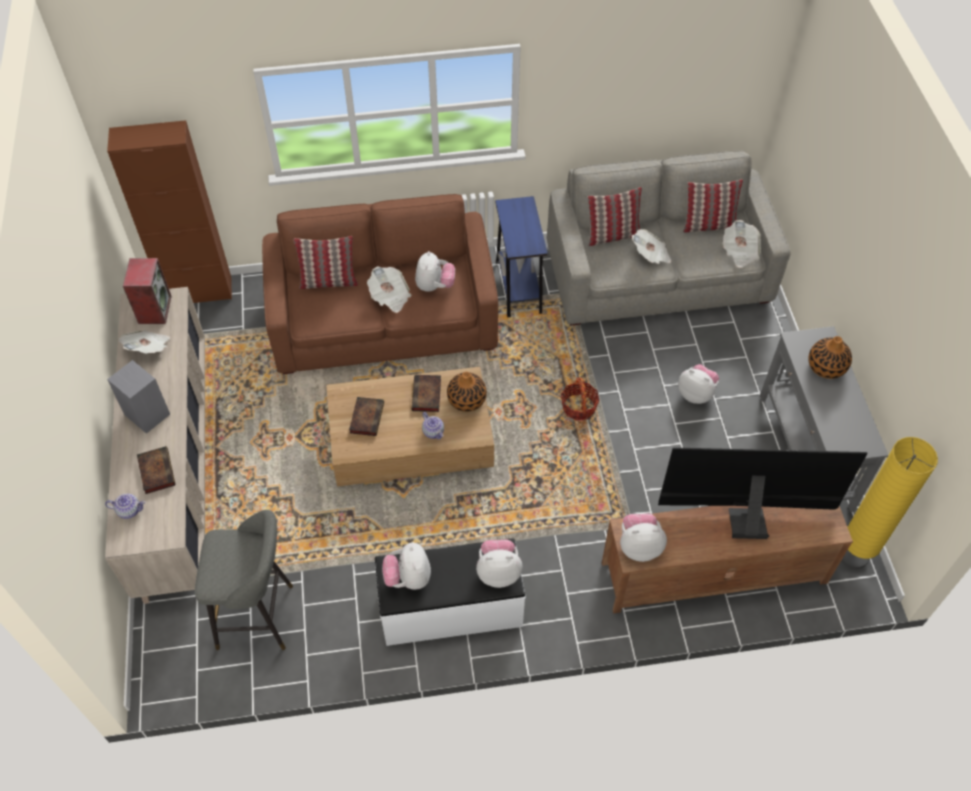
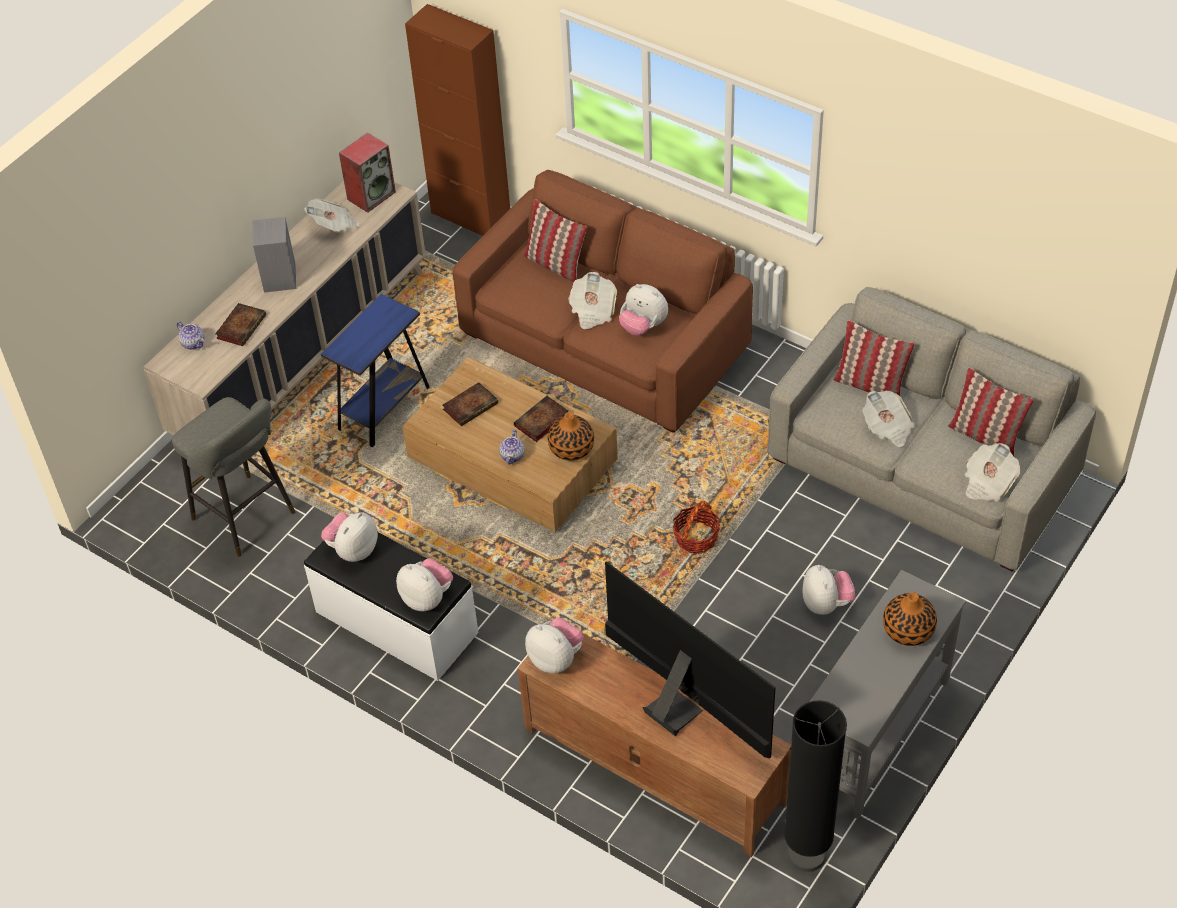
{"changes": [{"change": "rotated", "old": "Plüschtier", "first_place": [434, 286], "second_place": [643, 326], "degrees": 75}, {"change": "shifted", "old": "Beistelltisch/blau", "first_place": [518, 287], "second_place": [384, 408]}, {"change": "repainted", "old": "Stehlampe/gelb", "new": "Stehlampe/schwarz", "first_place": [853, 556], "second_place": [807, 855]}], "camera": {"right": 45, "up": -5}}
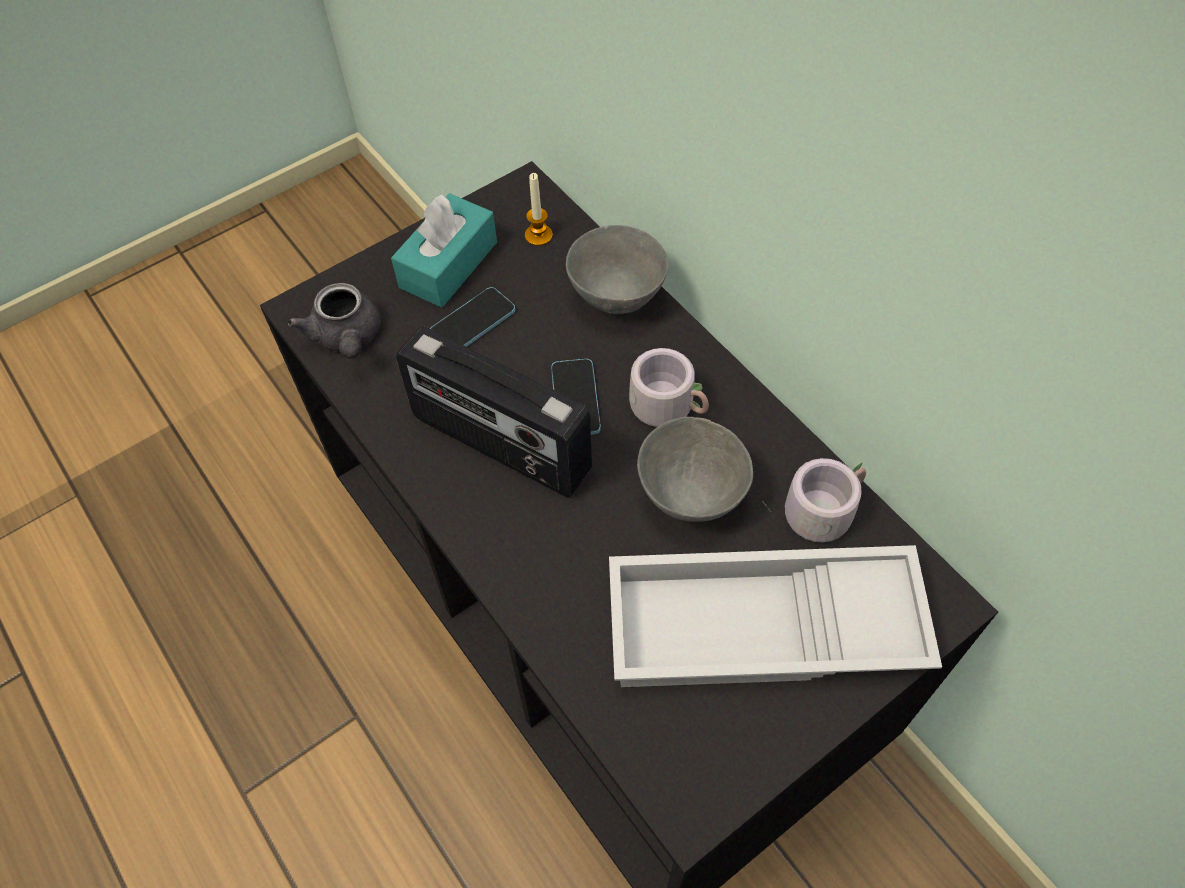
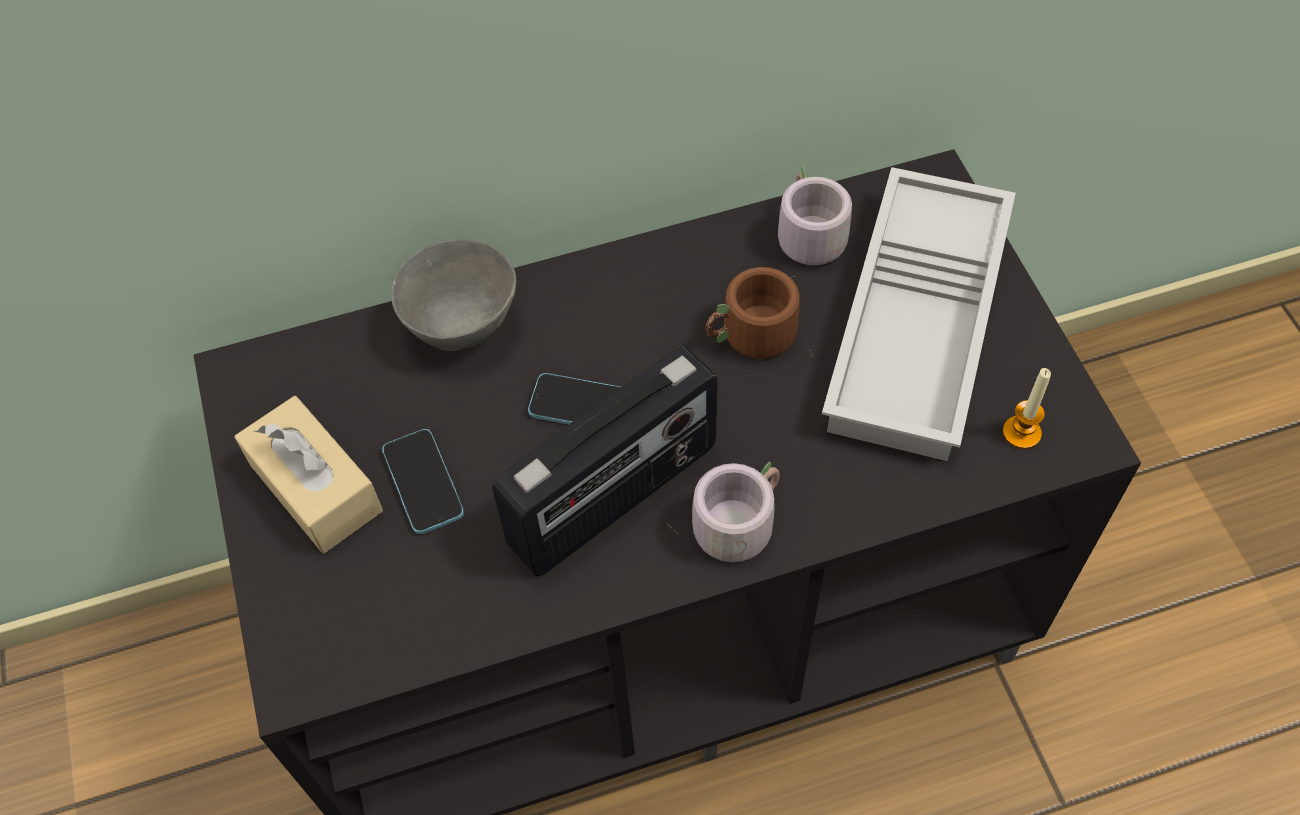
{"changes": [{"change": "gone", "old": "Teekanne/grau", "first_place": [347, 338]}, {"change": "repainted", "old": "Taschentuchbox/türkis", "new": "Taschentuchbox/beige", "first_place": [448, 264], "second_place": [316, 488]}, {"change": "shifted", "old": "Kerze", "first_place": [538, 235], "second_place": [1021, 433]}, {"change": "shifted", "old": "Henkelbecher/grau", "first_place": [669, 404], "second_place": [736, 520]}, {"change": "swapped", "old": "Schüssel/grau", "new": "Henkelbecher/braun", "first_place": [689, 497], "second_place": [752, 338]}], "camera": {"right": -70, "up": 0}}
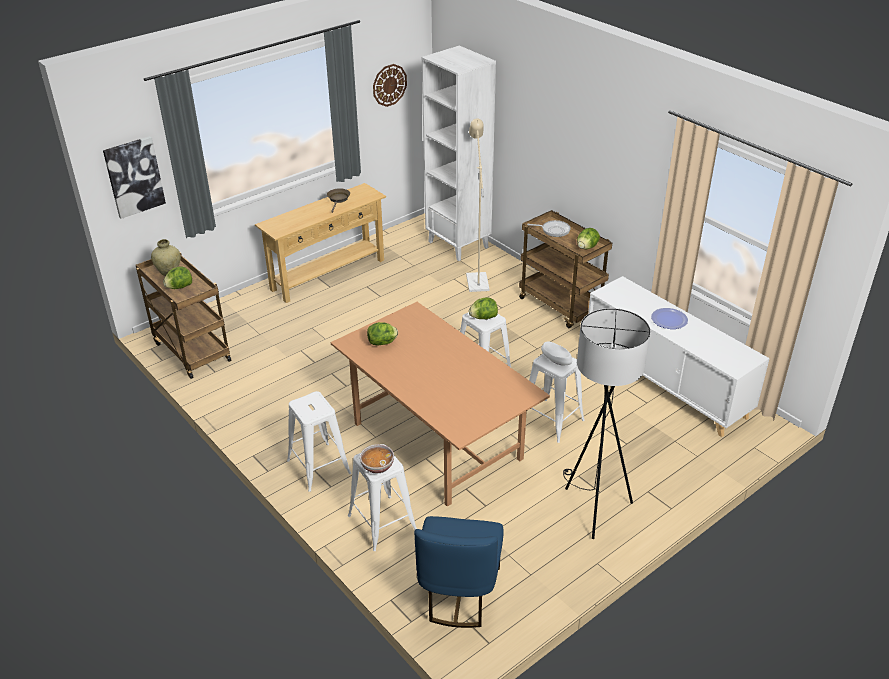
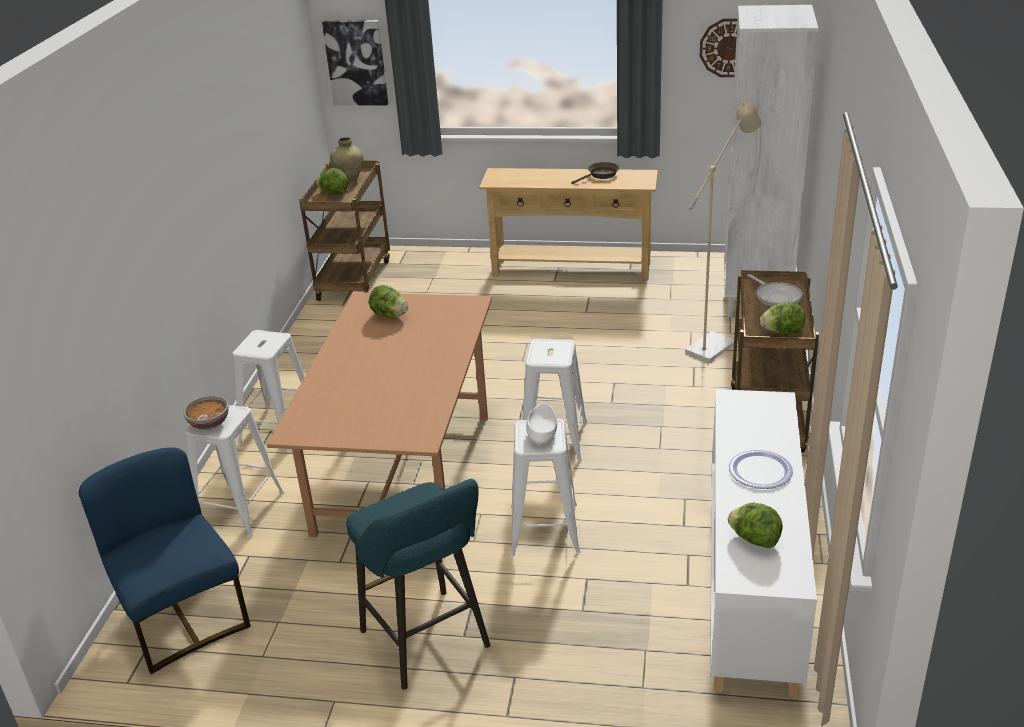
{"changes": [{"change": "rotated", "old": "Stuhl/blau", "first_place": [459, 593], "second_place": [183, 619], "degrees": 90}, {"change": "shifted", "old": "Salatkopf", "first_place": [483, 318], "second_place": [754, 540]}, {"change": "swapped", "old": "Stehlampe/schwarz", "new": "Hocker/türkis", "first_place": [591, 507], "second_place": [428, 643]}], "camera": {"right": 50, "up": -5}}
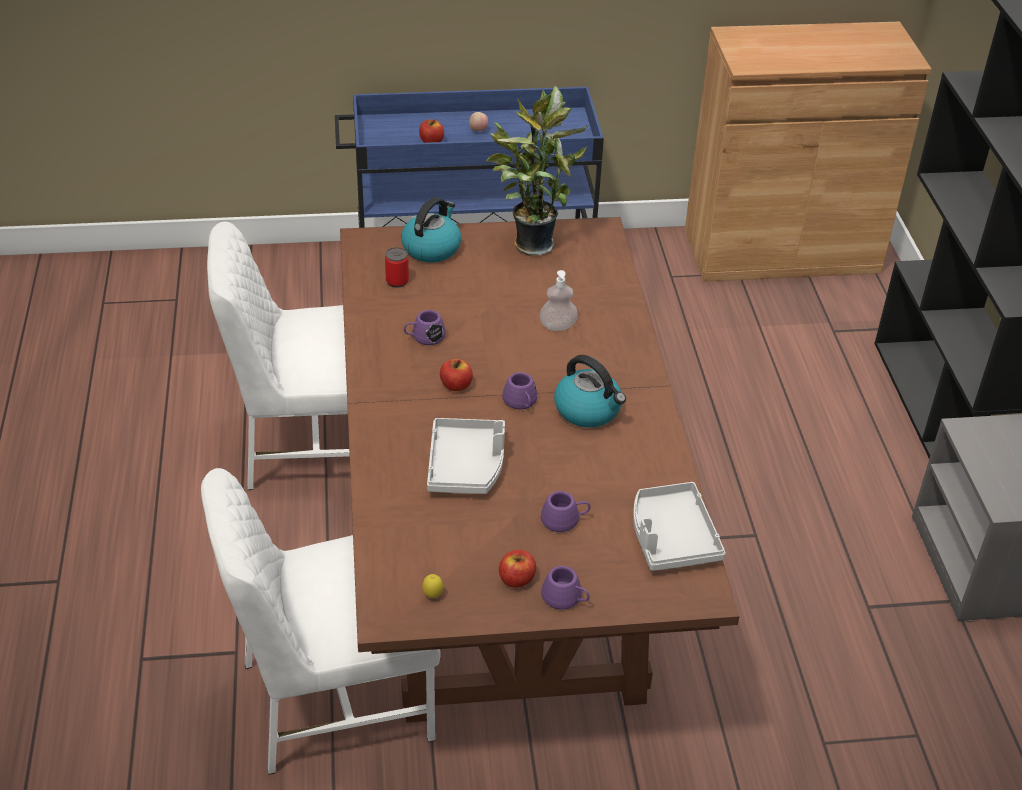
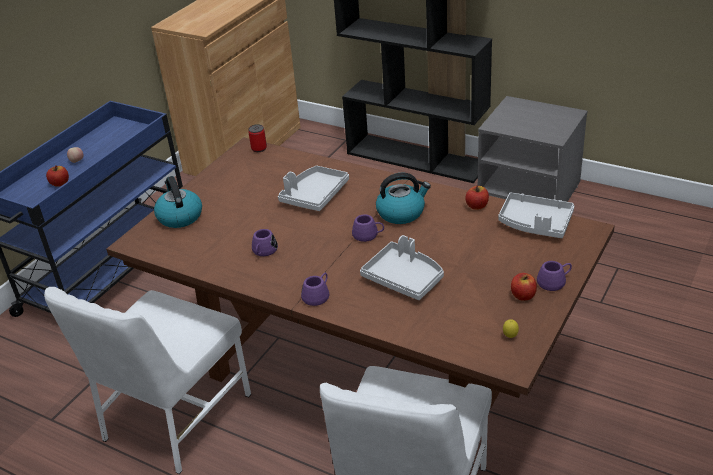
{"changes": [{"change": "shifted", "old": "Dose", "first_place": [397, 281], "second_place": [259, 148]}, {"change": "shifted", "old": "Apfel", "first_place": [456, 385], "second_place": [477, 206]}, {"change": "gone", "old": "Topfpflanze", "first_place": [531, 243]}, {"change": "swapped", "old": "Seifenspender", "new": "Tablett/grau", "first_place": [558, 326], "second_place": [314, 195]}, {"change": "shifted", "old": "Henkelbecher/lila", "first_place": [564, 520], "second_place": [318, 295]}], "camera": {"right": -50, "up": -5}}
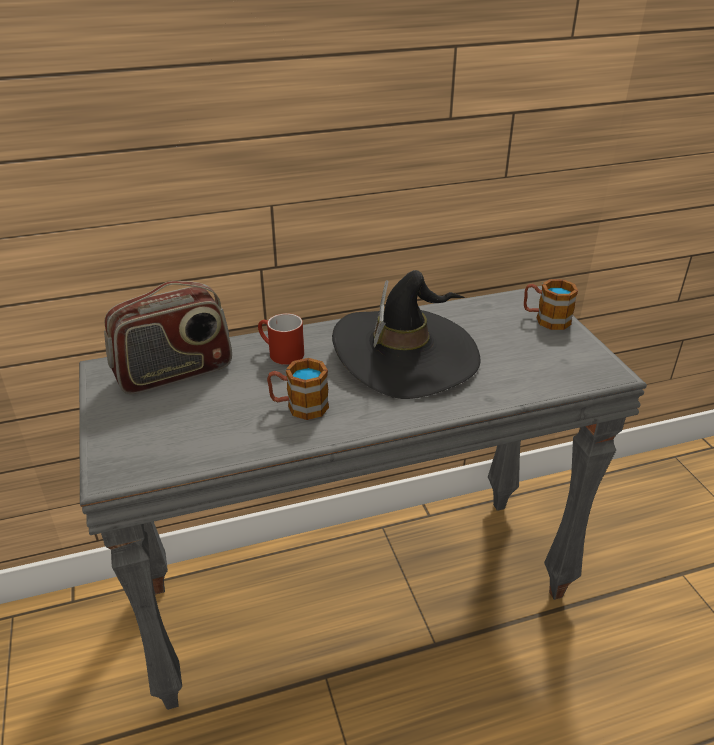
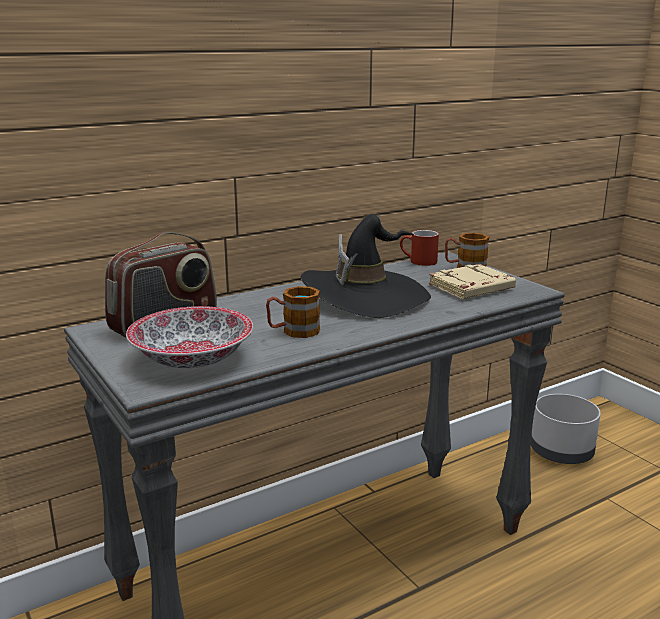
{"changes": [{"change": "shifted", "old": "Henkelbecher/rot", "first_place": [280, 353], "second_place": [418, 262]}, {"change": "new", "new": "Schüssel", "second_place": [193, 359]}, {"change": "new", "new": "Buch/beige", "second_place": [471, 288]}, {"change": "new", "new": "Pflanzkübel/grau", "second_place": [561, 452]}], "camera": {"right": -15, "up": -15}}
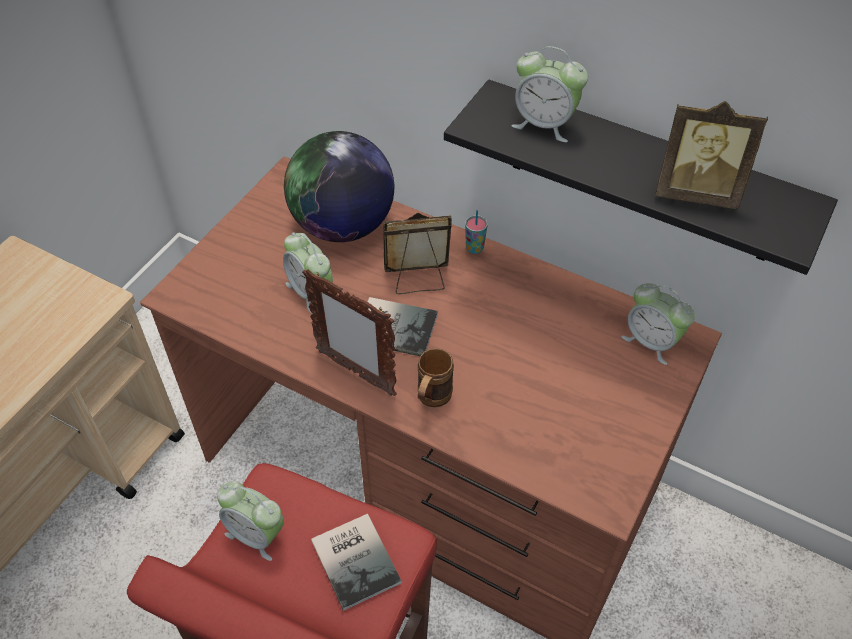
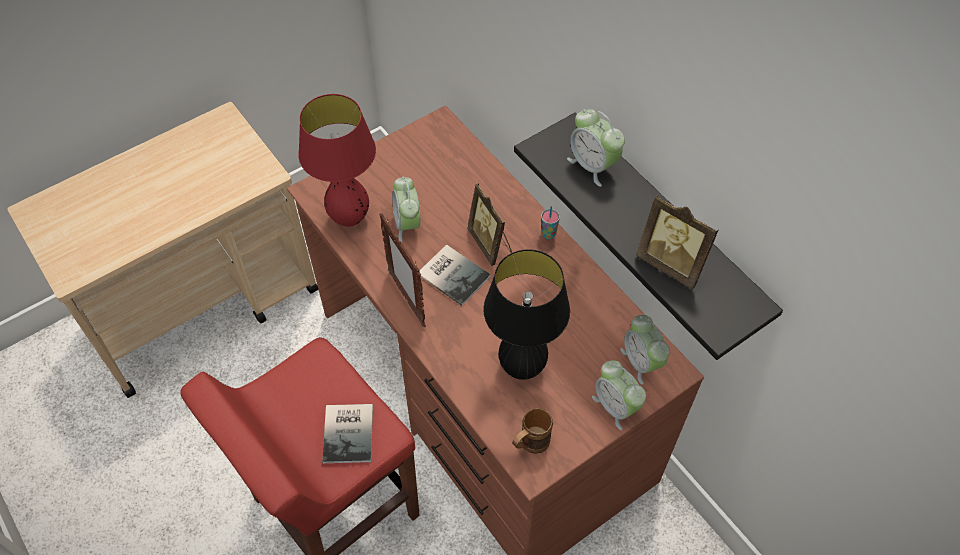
{"changes": [{"change": "shifted", "old": "Wecker", "first_place": [256, 534], "second_place": [615, 406]}, {"change": "gone", "old": "Globus", "first_place": [343, 226]}, {"change": "rotated", "old": "Bilderrahmen", "first_place": [418, 280], "second_place": [490, 244], "degrees": -135}, {"change": "shifted", "old": "Henkelbecher/braun", "first_place": [431, 400], "second_place": [529, 445]}, {"change": "new", "new": "Tischlampe/rot", "second_place": [350, 218]}, {"change": "new", "new": "Tischlampe/schwarz", "second_place": [522, 368]}], "camera": {"right": 25, "up": 5}}
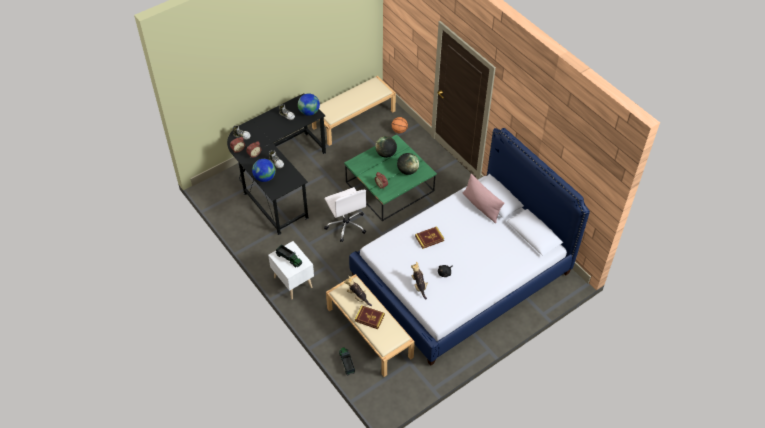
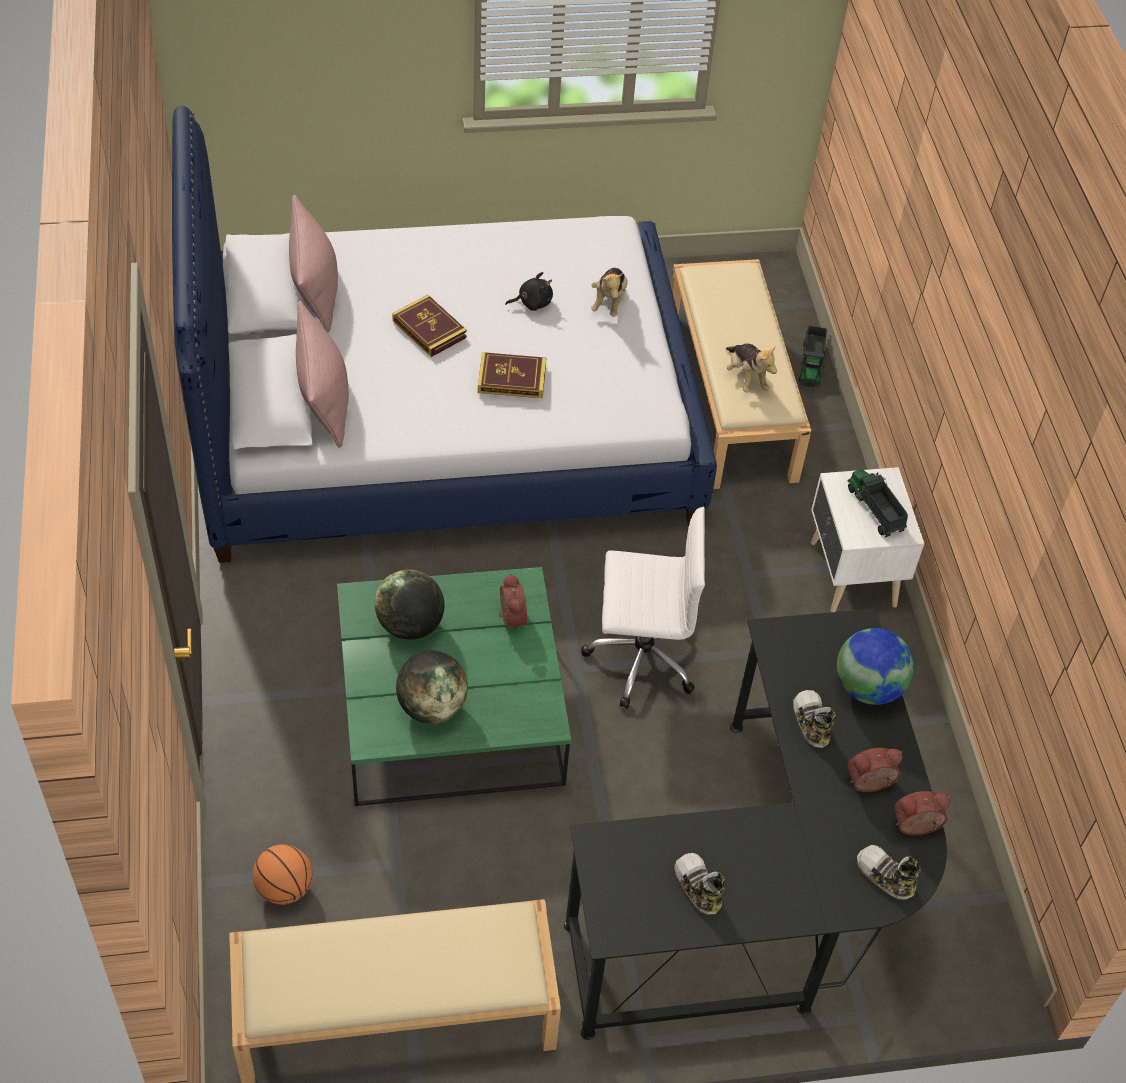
{"changes": [{"change": "gone", "old": "Globus", "first_place": [309, 112]}, {"change": "rotated", "old": "Bürostuhl/weiß", "first_place": [346, 225], "second_place": [640, 656], "degrees": 90}, {"change": "shifted", "old": "Buch", "first_place": [369, 318], "second_place": [429, 329]}, {"change": "new", "new": "Kissen/rosa", "second_place": [315, 287]}], "camera": {"right": -155, "up": 0}}
